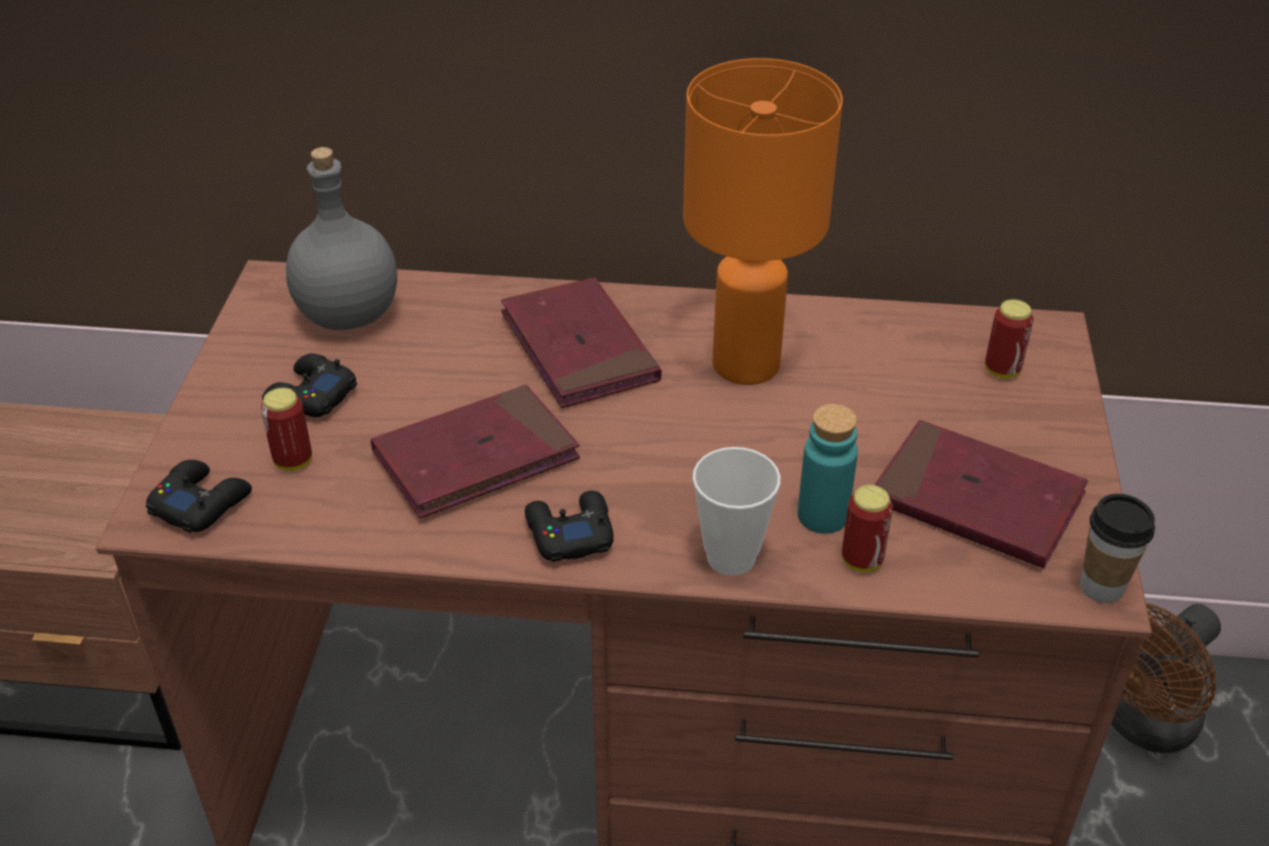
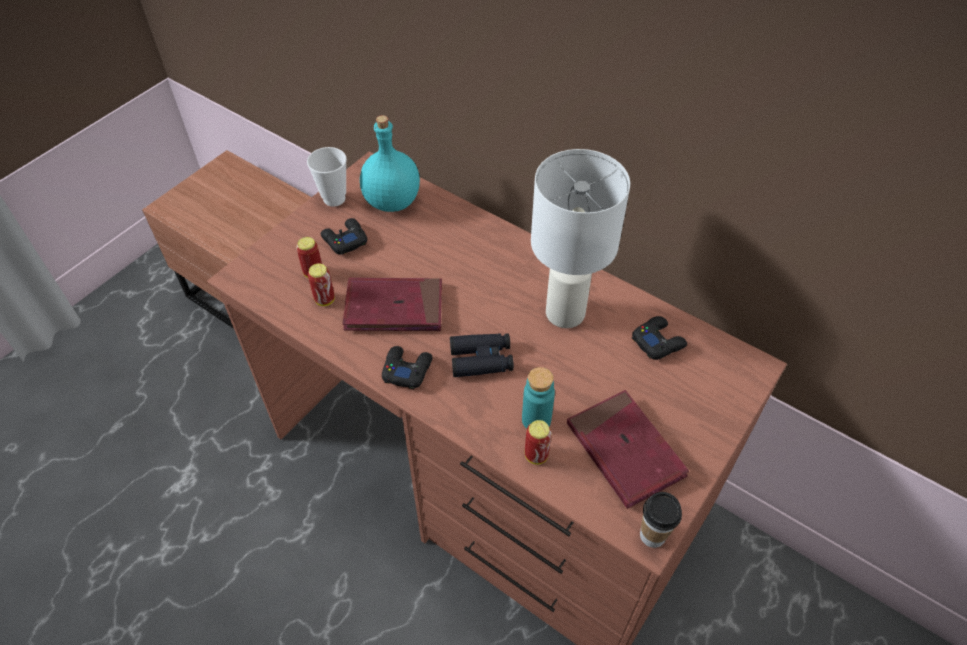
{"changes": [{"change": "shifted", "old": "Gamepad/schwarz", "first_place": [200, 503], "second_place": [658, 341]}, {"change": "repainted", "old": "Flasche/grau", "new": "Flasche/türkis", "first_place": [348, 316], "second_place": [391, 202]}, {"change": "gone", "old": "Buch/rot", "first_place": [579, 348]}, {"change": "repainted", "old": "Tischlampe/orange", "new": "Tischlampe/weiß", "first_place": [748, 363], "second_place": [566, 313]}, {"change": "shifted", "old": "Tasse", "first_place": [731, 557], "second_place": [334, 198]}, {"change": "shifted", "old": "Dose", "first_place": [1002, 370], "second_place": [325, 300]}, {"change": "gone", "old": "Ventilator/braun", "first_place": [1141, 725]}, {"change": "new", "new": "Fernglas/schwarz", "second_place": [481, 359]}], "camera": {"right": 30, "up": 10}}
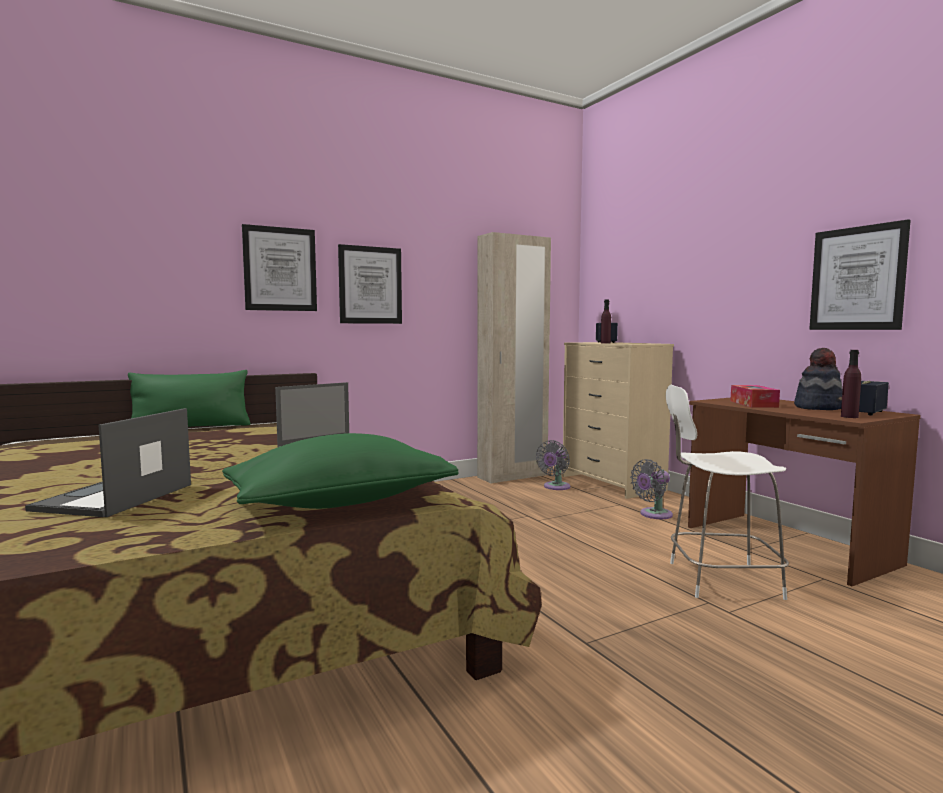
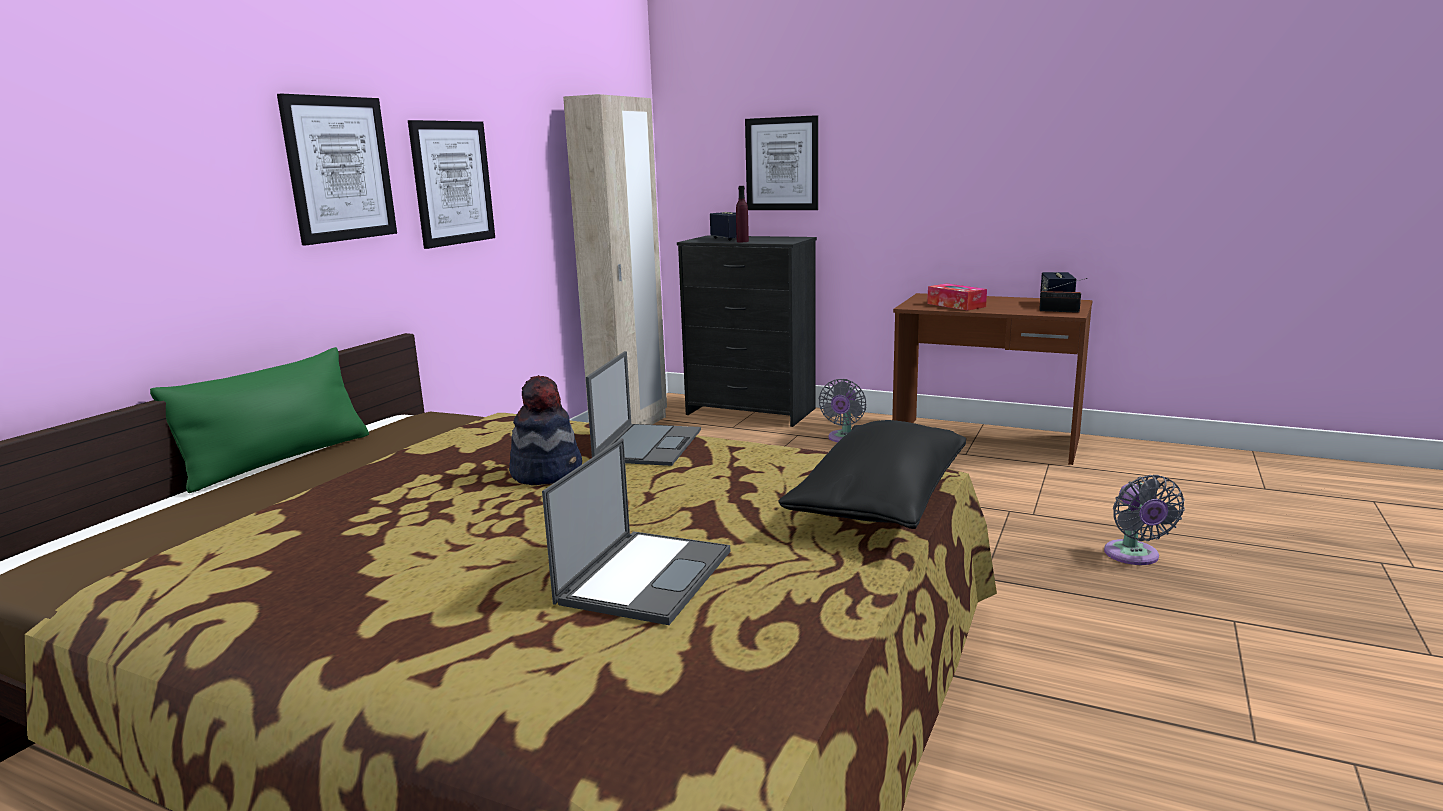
{"changes": [{"change": "rotated", "old": "Laptop", "first_place": [114, 498], "second_place": [646, 575], "degrees": -135}, {"change": "repainted", "old": "Kissen/grün", "new": "Kissen/schwarz", "first_place": [341, 502], "second_place": [879, 502]}, {"change": "shifted", "old": "Ventilator/grau", "first_place": [555, 487], "second_place": [1134, 556]}, {"change": "repainted", "old": "Kommode/beige", "new": "Kommode/schwarz", "first_place": [611, 483], "second_place": [750, 412]}, {"change": "gone", "old": "Stuhl/weiß", "first_place": [719, 580]}, {"change": "shifted", "old": "Hut", "first_place": [818, 407], "second_place": [547, 472]}, {"change": "shifted", "old": "Bild", "first_place": [857, 278], "second_place": [782, 164]}, {"change": "swapped", "old": "Flasche/lila", "new": "Radio", "first_place": [849, 417], "second_place": [1061, 311]}], "camera": {"right": -35, "up": 10}}
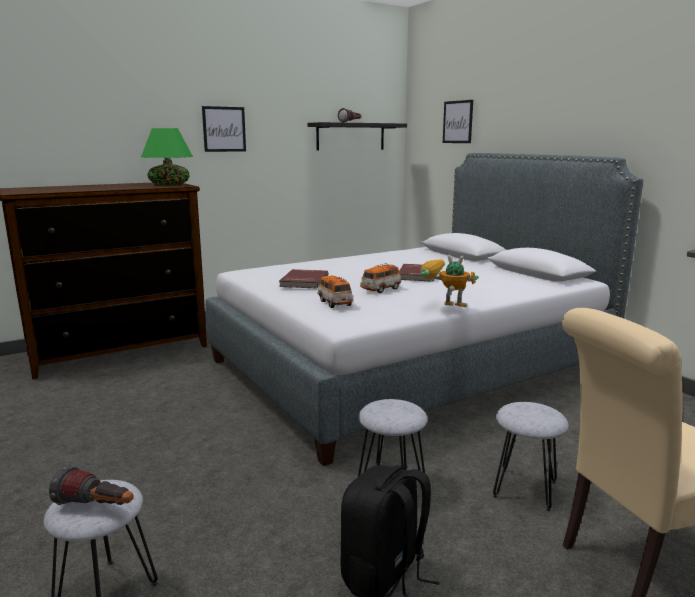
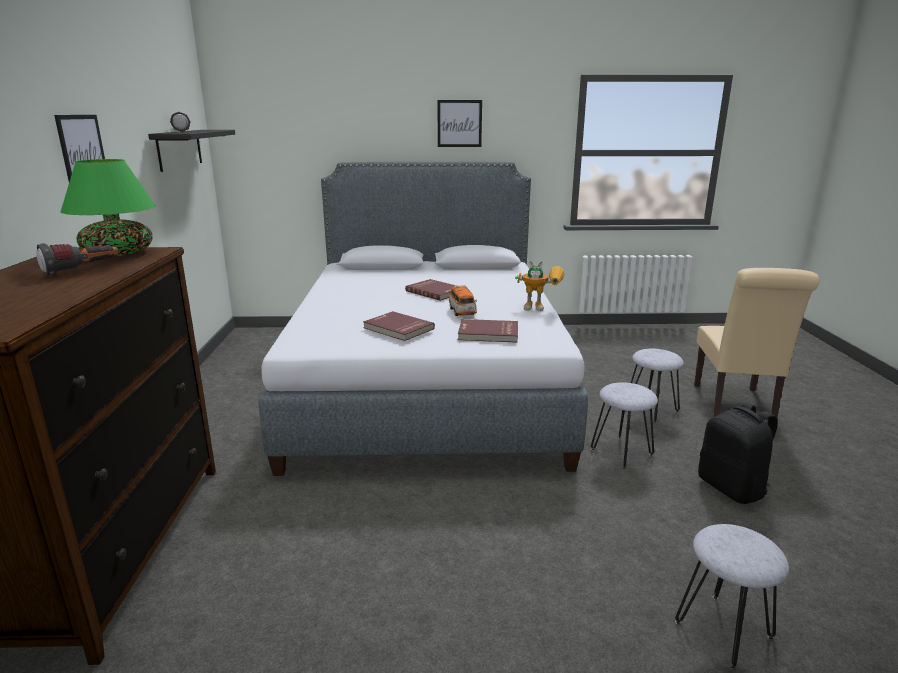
{"changes": [{"change": "shifted", "old": "Taschenlampe", "first_place": [97, 507], "second_place": [82, 271]}, {"change": "swapped", "old": "Spielzeugauto", "new": "Buch/rot", "first_place": [334, 303], "second_place": [488, 334]}, {"change": "rotated", "old": "Spielzeugroboter", "first_place": [444, 308], "second_place": [541, 308], "degrees": -135}, {"change": "shifted", "old": "Bild", "first_place": [457, 122], "second_place": [459, 123]}], "camera": {"right": -60, "up": 5}}
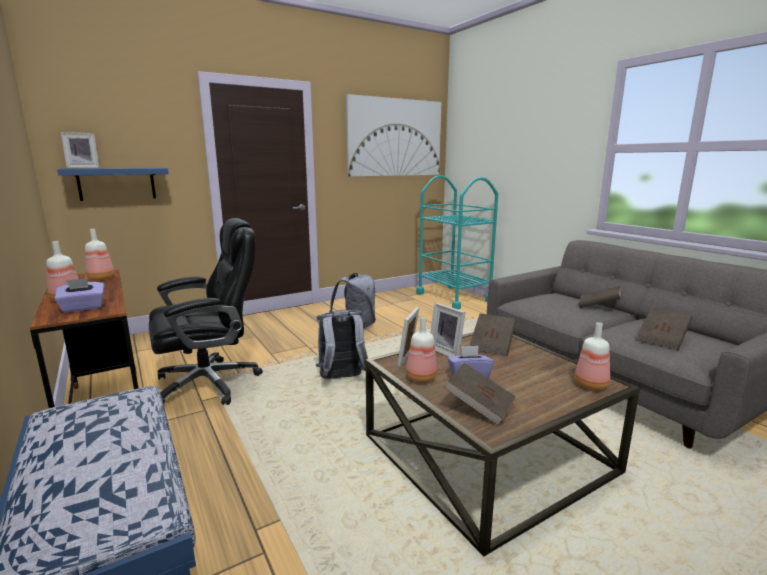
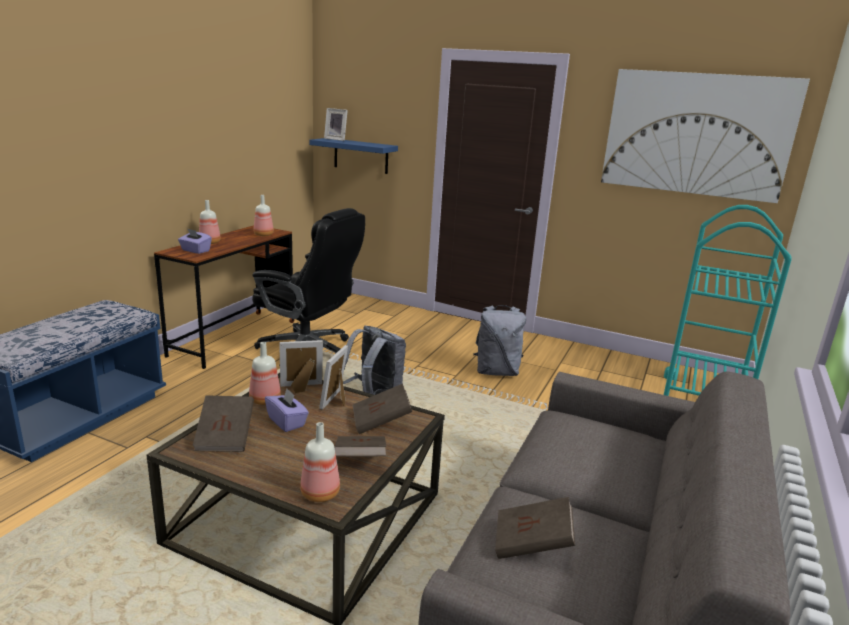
{"changes": [{"change": "shifted", "old": "Buch/braun", "first_place": [598, 306], "second_place": [360, 460]}], "camera": {"right": 55, "up": 5}}
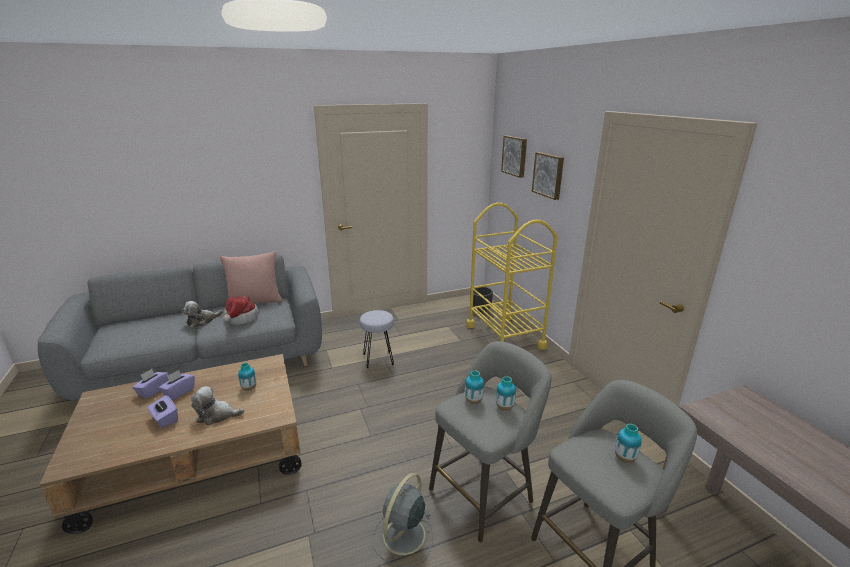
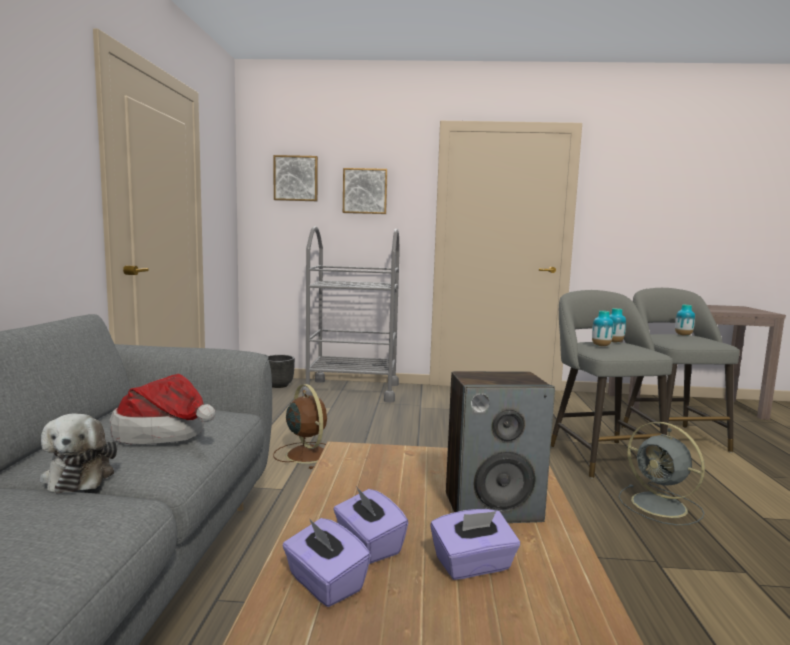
{"changes": [{"change": "swapped", "old": "Plüschtier", "new": "Lautsprecher", "first_place": [217, 415], "second_place": [493, 507]}, {"change": "gone", "old": "Kissen/rosa", "first_place": [255, 302]}, {"change": "gone", "old": "Vase", "first_place": [249, 388]}, {"change": "swapped", "old": "Hocker/grau", "new": "Ventilator/braun", "first_place": [378, 359], "second_place": [306, 454]}, {"change": "repainted", "old": "Rollwagen/gelb", "new": "Rollwagen/grau", "first_place": [505, 336], "second_place": [352, 390]}], "camera": {"right": -65, "up": -15}}
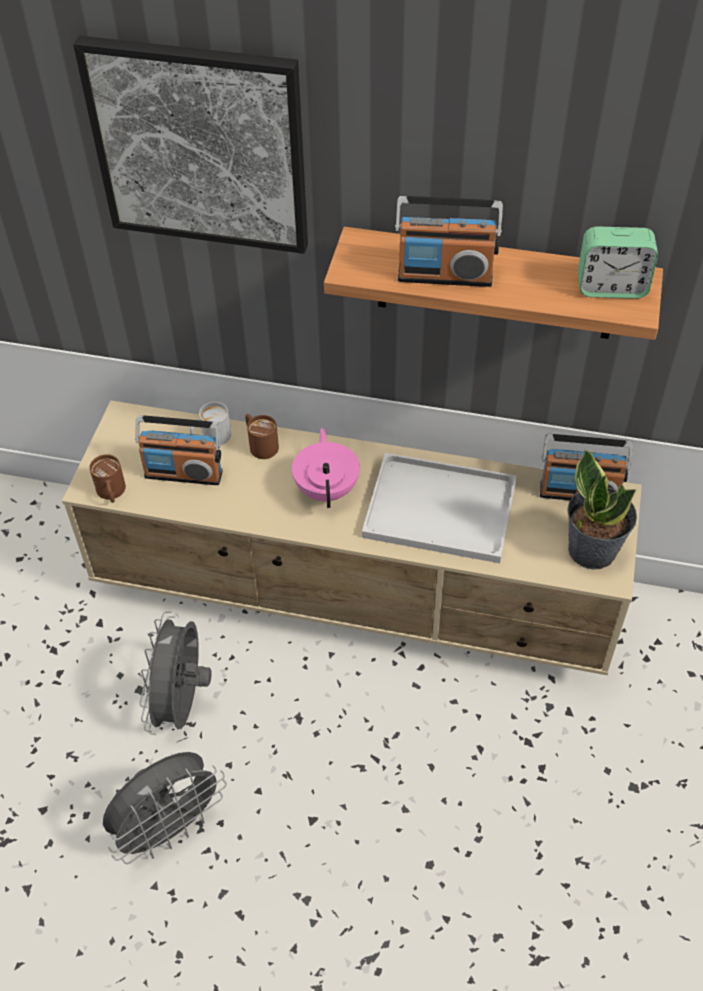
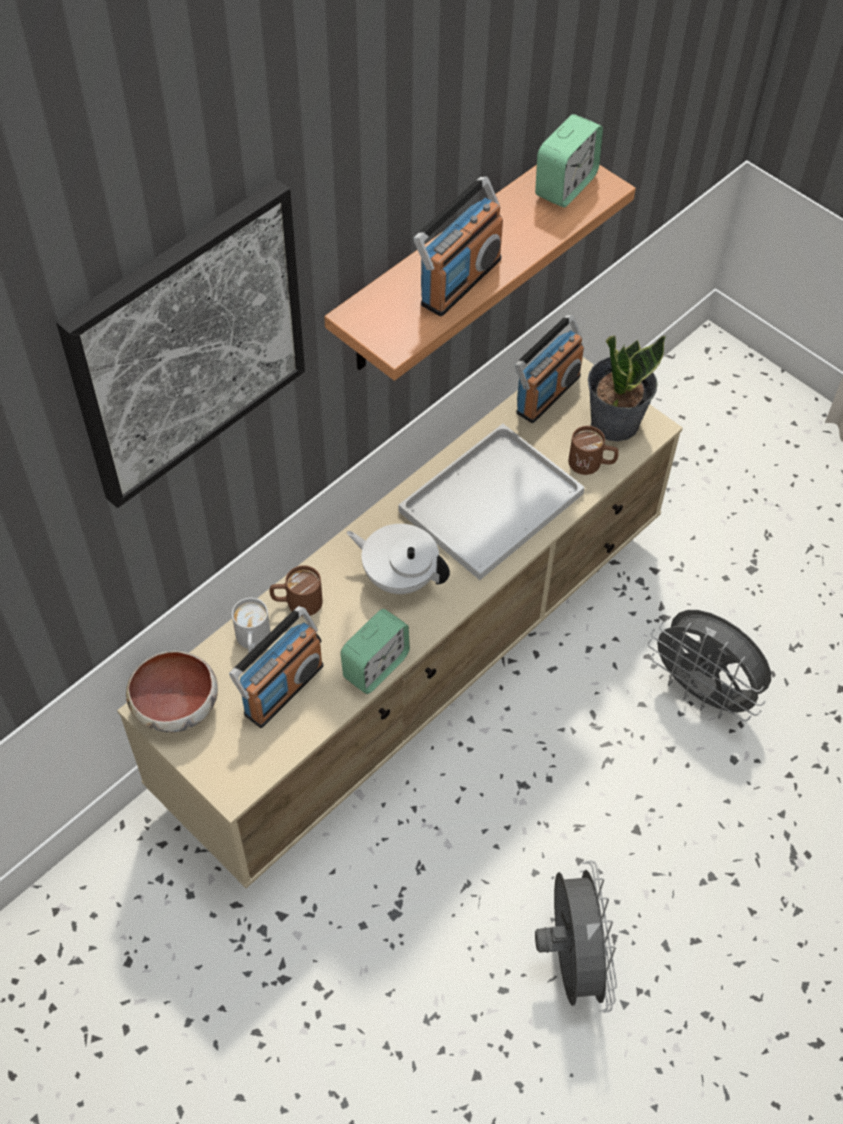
{"changes": [{"change": "shifted", "old": "Henkelbecher/braun", "first_place": [111, 493], "second_place": [592, 464]}, {"change": "shifted", "old": "Ventilator/grau", "first_place": [182, 703], "second_place": [703, 692]}, {"change": "repainted", "old": "Teekanne/rosa", "new": "Teekanne/weiß", "first_place": [327, 488], "second_place": [399, 576]}, {"change": "new", "new": "Schüssel", "second_place": [177, 704]}, {"change": "new", "new": "Wecker", "second_place": [375, 666]}], "camera": {"right": -60, "up": 5}}
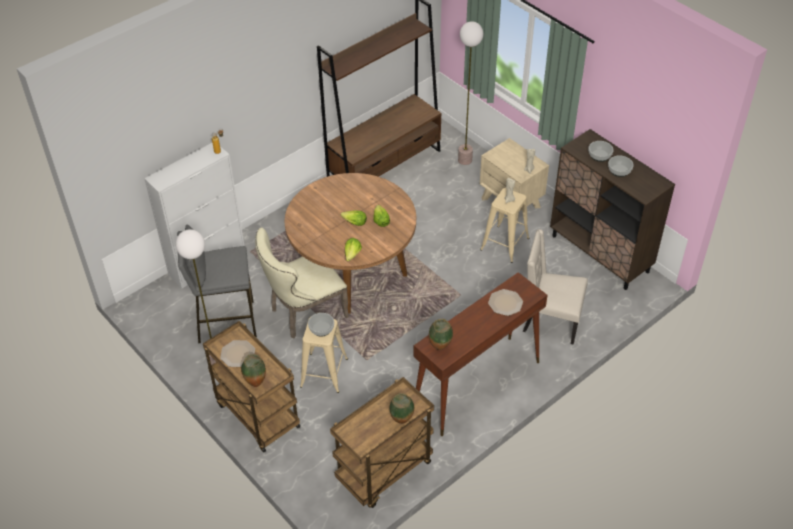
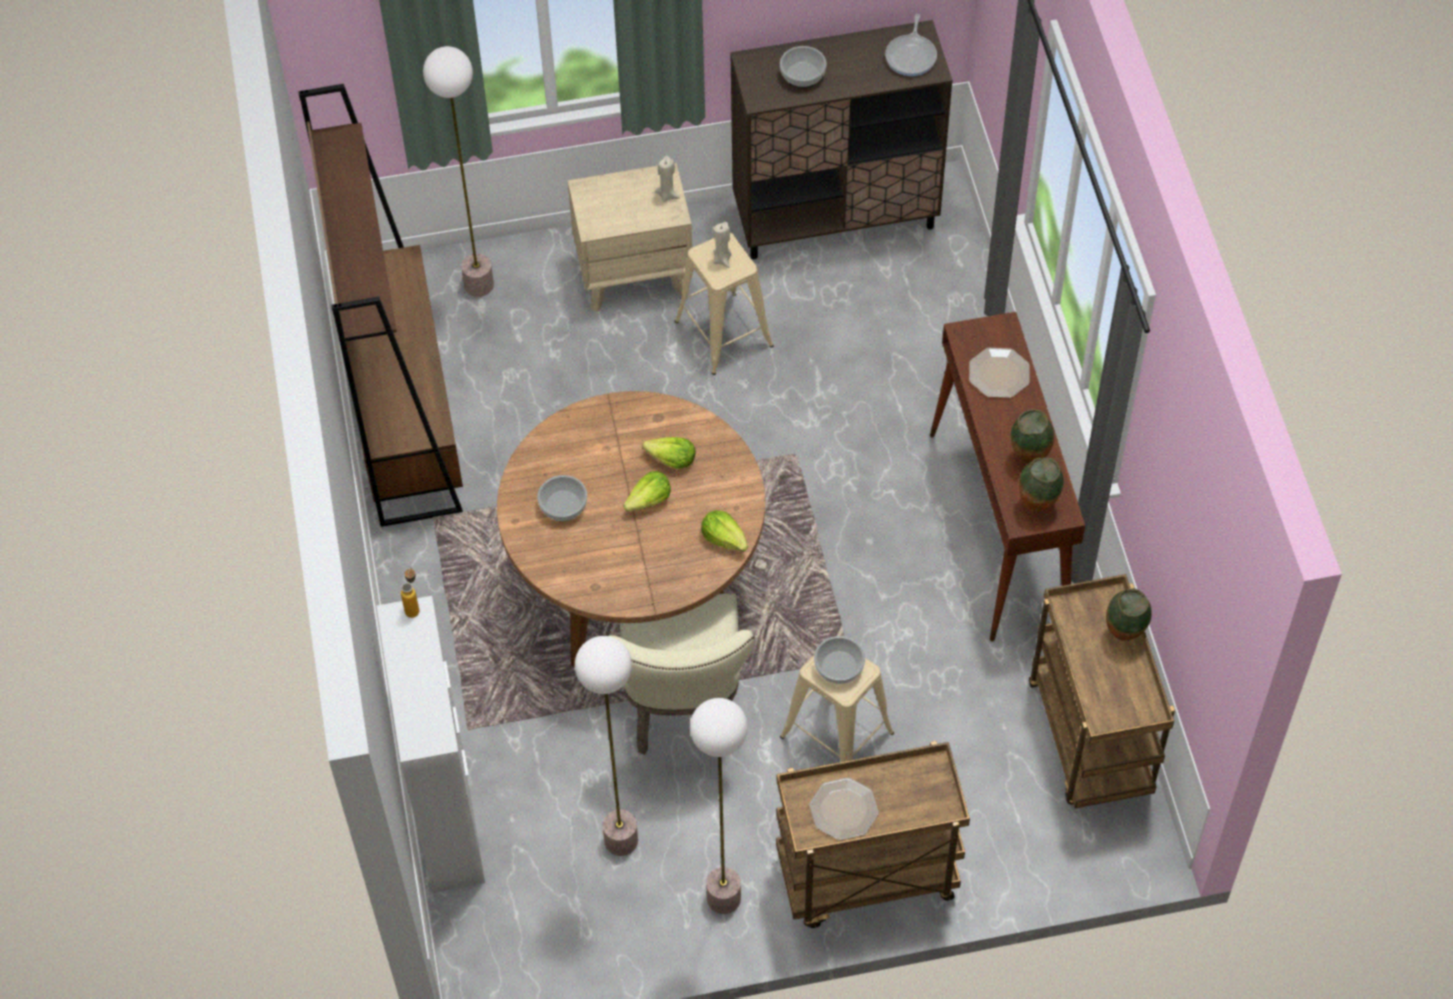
{"changes": [{"change": "swapped", "old": "Hocker/grau", "new": "Stehlampe", "first_place": [226, 322], "second_place": [620, 841]}, {"change": "shifted", "old": "Vase", "first_place": [255, 383], "second_place": [1028, 459]}, {"change": "gone", "old": "Stuhl/beige", "first_place": [550, 321]}, {"change": "shifted", "old": "Schüssel", "first_place": [619, 170], "second_place": [563, 506]}, {"change": "new", "new": "Pfanne", "second_place": [911, 56]}], "camera": {"right": -60, "up": 10}}
